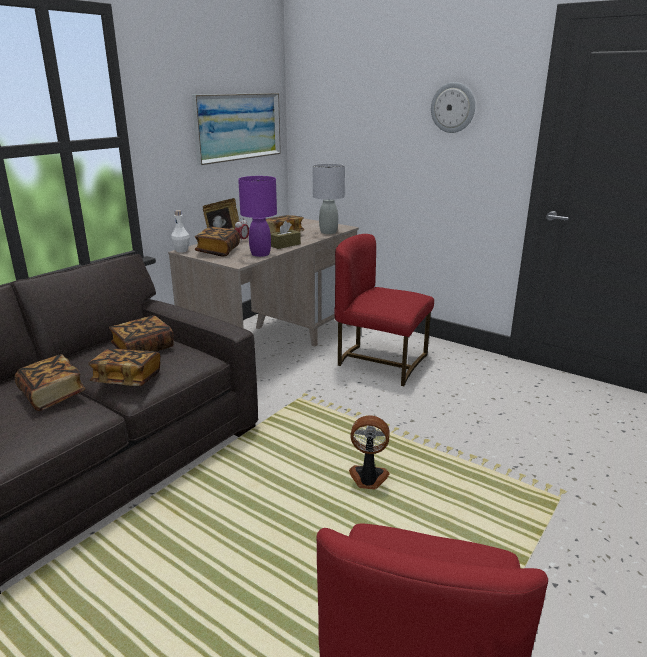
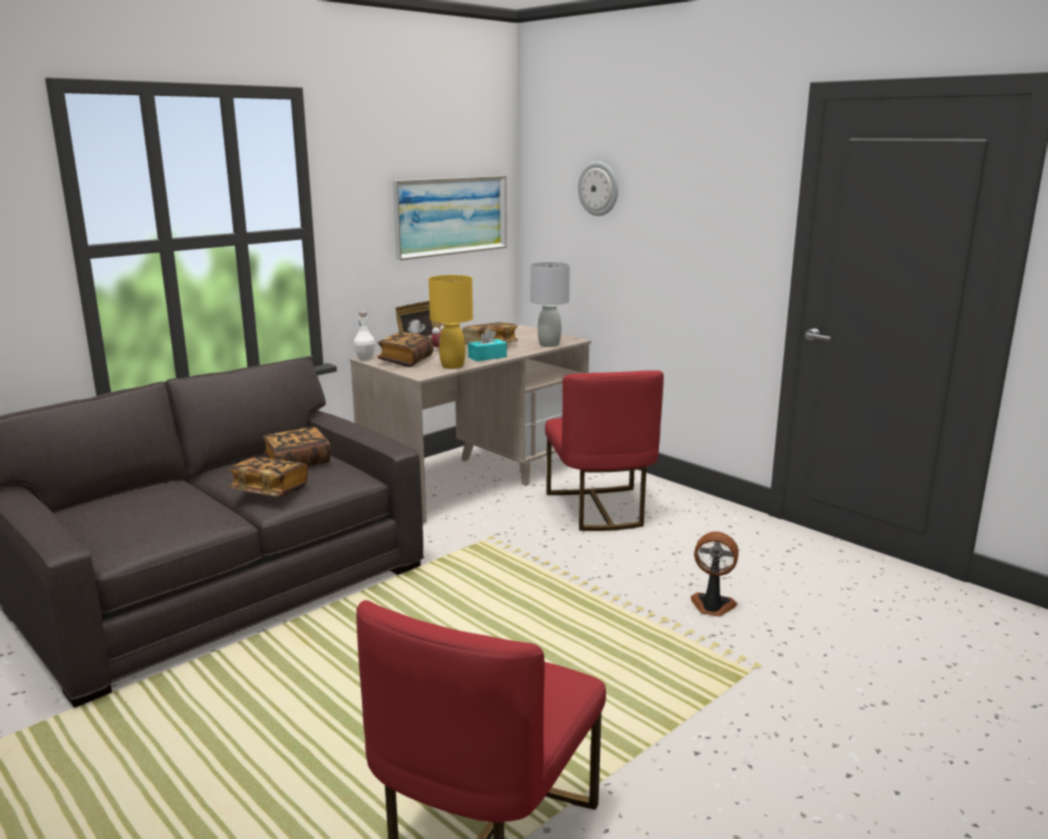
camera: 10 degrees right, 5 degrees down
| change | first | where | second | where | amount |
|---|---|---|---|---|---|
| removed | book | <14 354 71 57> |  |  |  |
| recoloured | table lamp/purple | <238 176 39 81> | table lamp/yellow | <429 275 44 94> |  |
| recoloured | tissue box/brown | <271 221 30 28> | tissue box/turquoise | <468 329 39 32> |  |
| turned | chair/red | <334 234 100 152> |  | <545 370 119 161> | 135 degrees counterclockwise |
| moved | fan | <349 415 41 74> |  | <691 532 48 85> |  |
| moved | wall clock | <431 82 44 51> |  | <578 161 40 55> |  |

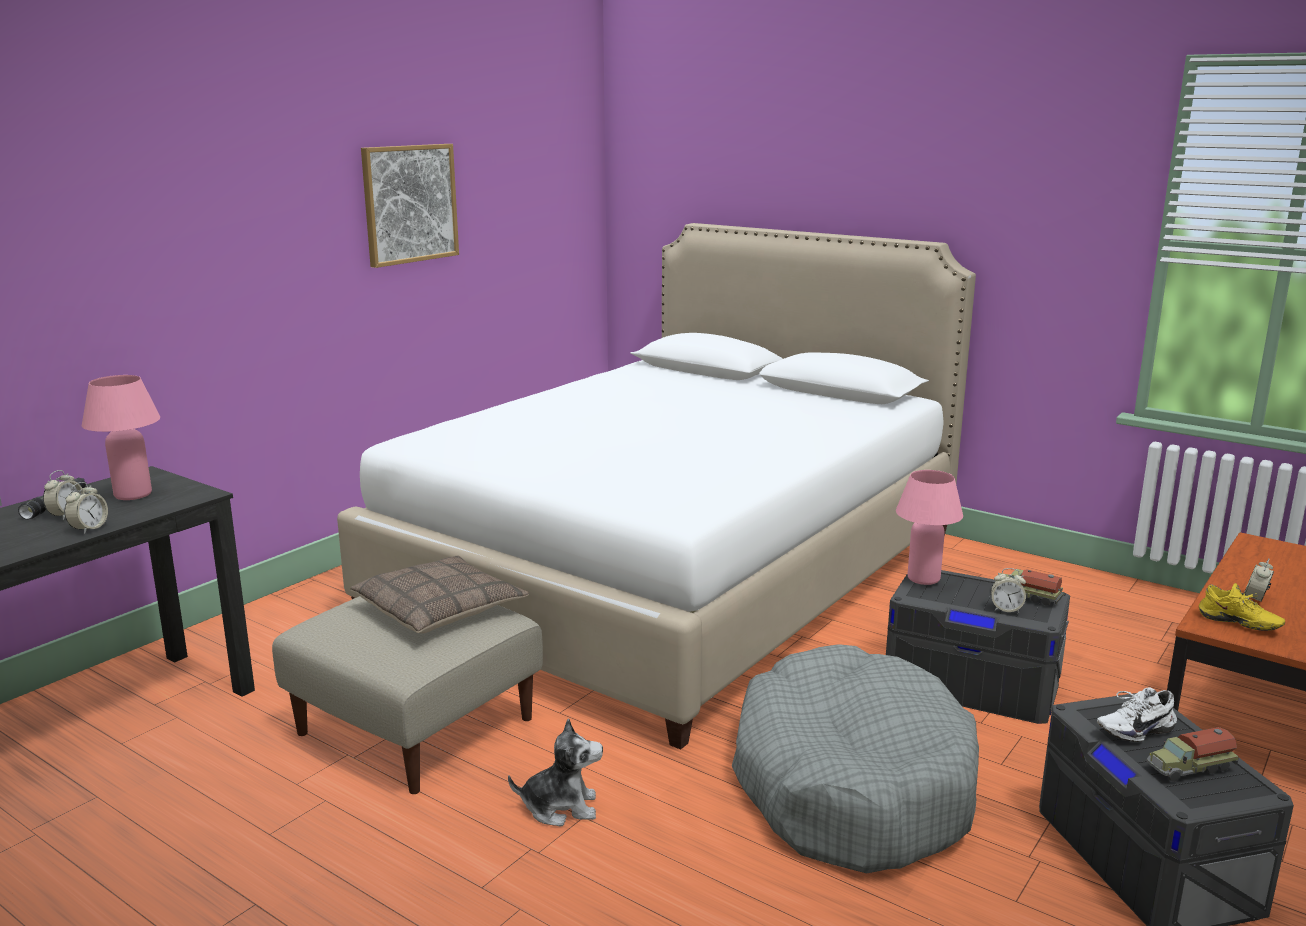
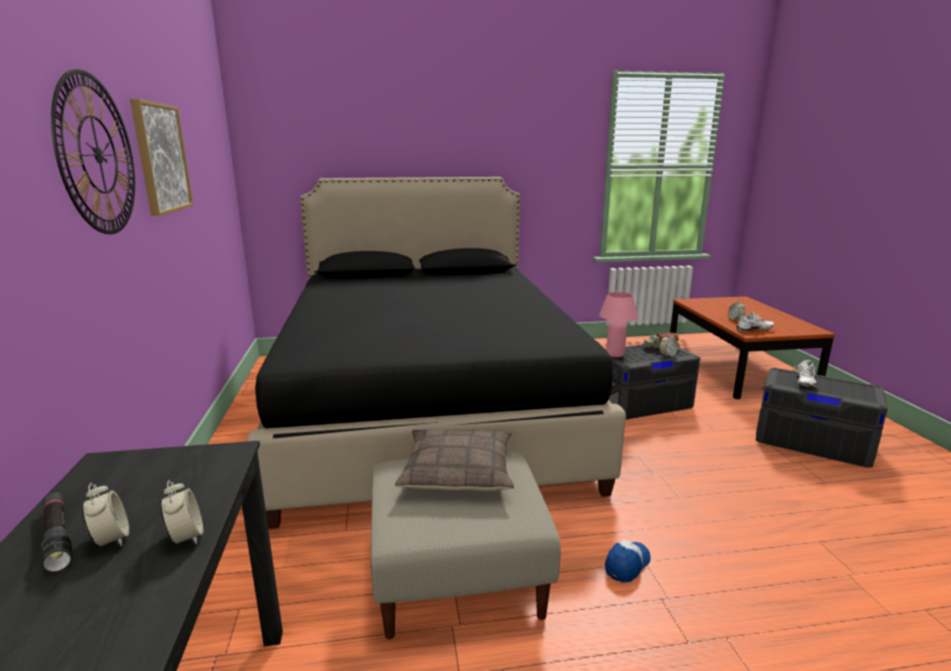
camera: 45 degrees left, 0 degrees up
| change | first | where | second | where | amount |
|---|---|---|---|---|---|
| removed | table lamp/pink | <82 375 78 125> |  |  |  |
| recoloured | bed/white | <337 223 639 526> | bed/black | <246 177 380 352> |  |
| replaced | plush toy | <508 718 95 108> | cap | <605 540 46 43> |  |
| removed | dog bed/grey | <732 644 247 229> |  |  |  |
| removed | toy truck | <1146 727 93 55> |  |  |  |
| recoloured | shoe/yellow | <1199 583 86 48> | shoe/white | <737 311 37 20> |  |
| added |  |  | wall clock | <51 69 84 165> |  |

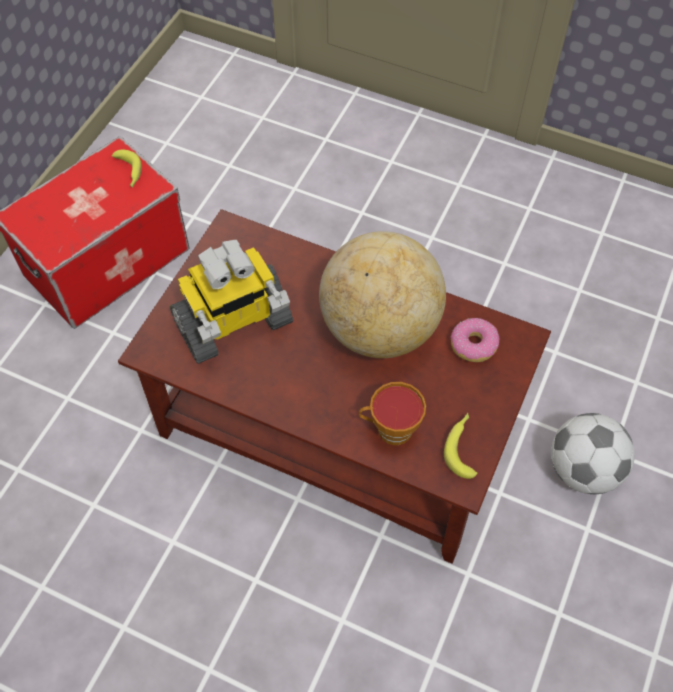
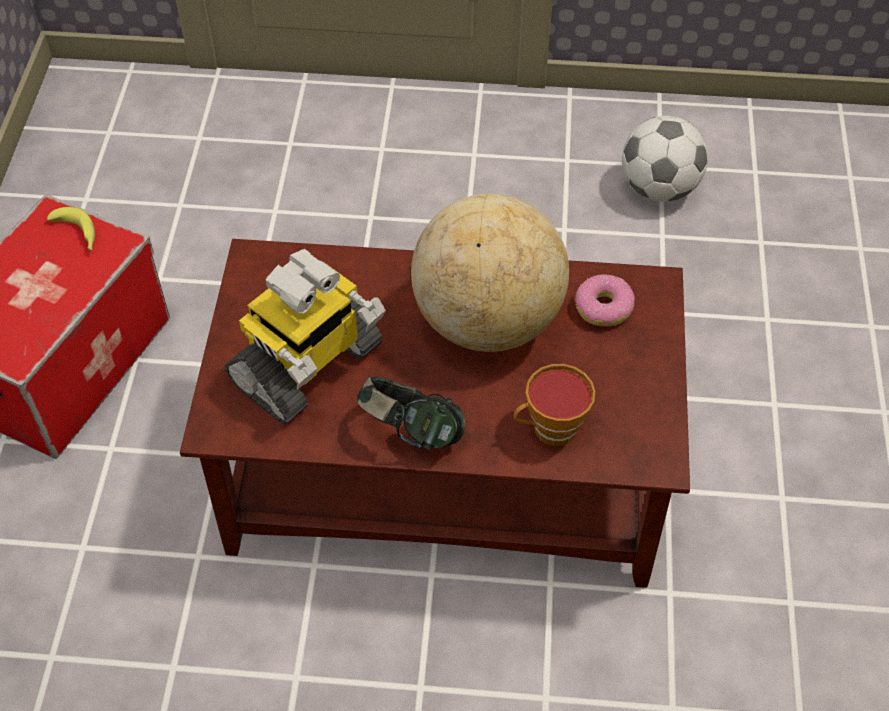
camera: 20 degrees left, 5 degrees down
| change | first | where | second | where | amount |
|---|---|---|---|---|---|
| removed | banana | <444 413 34 66> |  |  |  |
| moved | football | <551 413 84 81> |  | <622 116 86 86> |  |
| added |  |  | headphones | <357 376 108 74> |  |

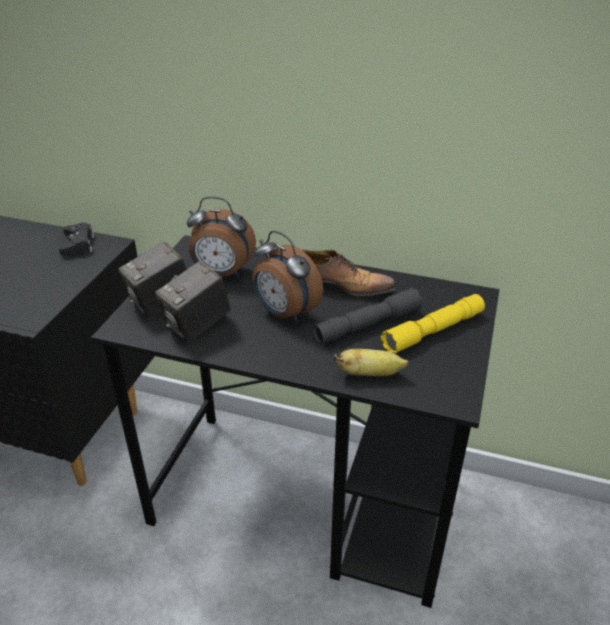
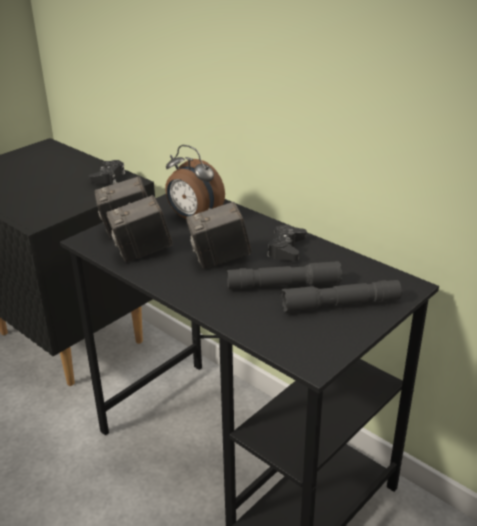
camera: 25 degrees right, 5 degrees down
| change | first | where | second | where | amount |
|---|---|---|---|---|---|
| replaced | alarm clock | <252 230 71 93> | photo camera | <186 201 65 68> |  |
| replaced | shoe | <302 250 94 46> | game controller/black | <267 225 40 36> |  |
| removed | banana | <334 349 75 27> |  |  |  |
| recoloured | flashlight/yellow | <381 294 104 60> | flashlight/grey | <281 280 121 33> |  |

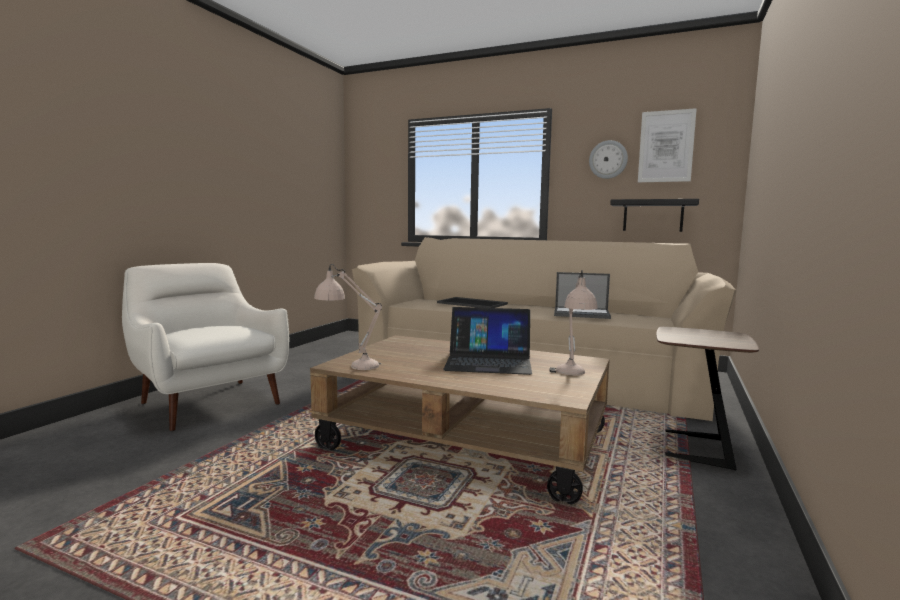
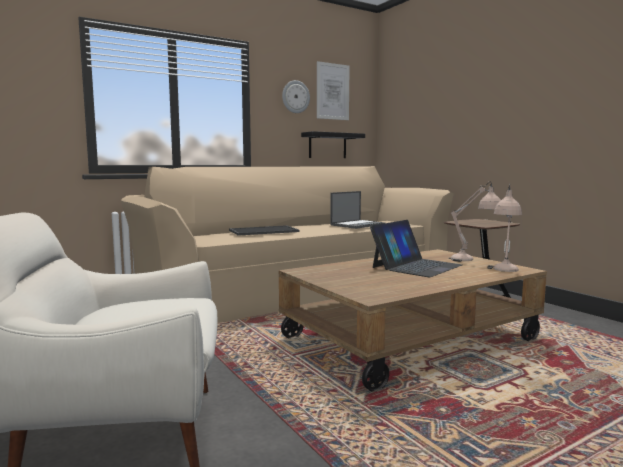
camera: 55 degrees left, 0 degrees up
| change | first | where | second | where | amount |
|---|---|---|---|---|---|
| moved | table lamp/beige | <314 264 68 106> |  | <487 184 35 88> |  |

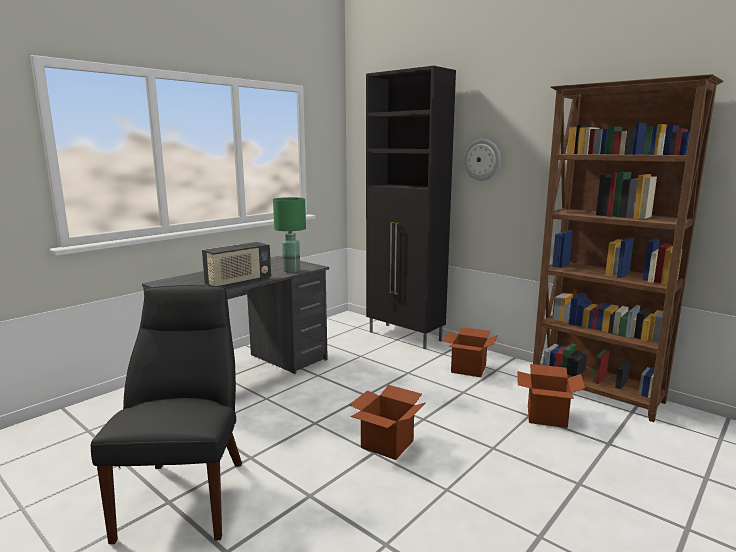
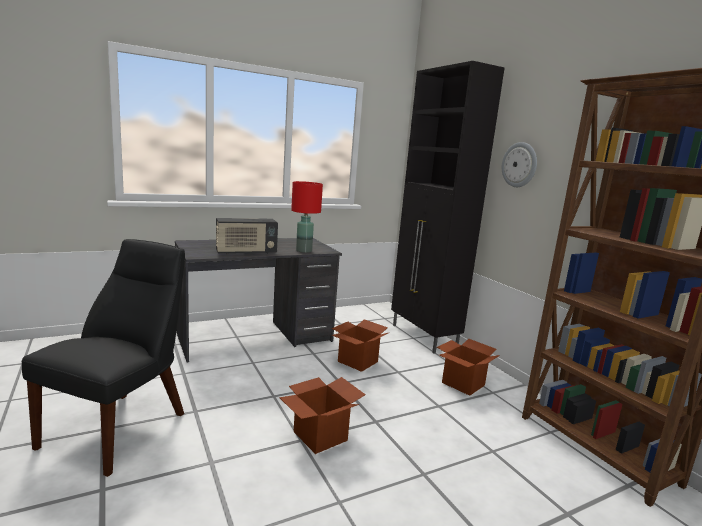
camera: 20 degrees right, 0 degrees up
| change | first | where | second | where | amount |
|---|---|---|---|---|---|
| recoloured | table lamp/green | <273 197 33 76> | table lamp/red | <291 181 32 72> |  |
| moved | cardboard box | <517 364 68 64> |  | <332 319 56 53> |  |

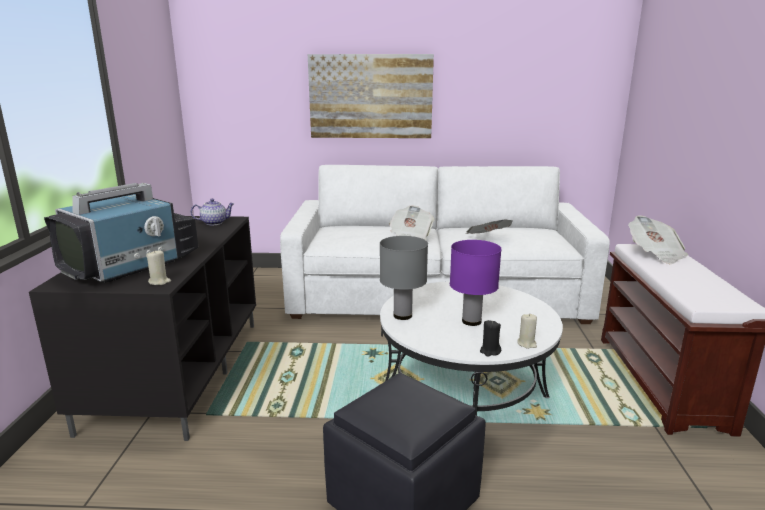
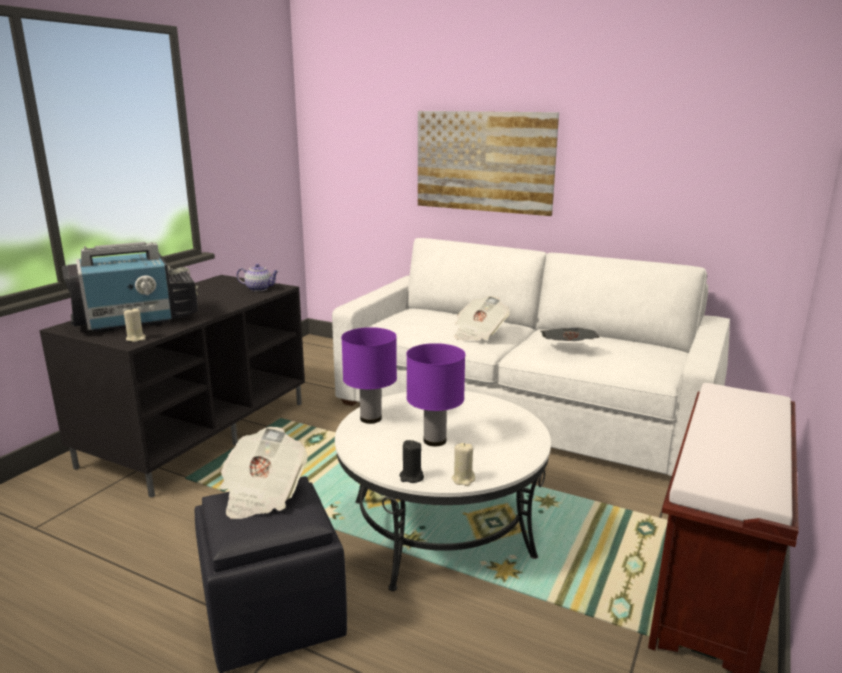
camera: 25 degrees right, 0 degrees up
| change | first | where | second | where | amount |
|---|---|---|---|---|---|
| recoloured | table lamp/grey | <380 236 48 84> | table lamp/purple | <341 327 56 97> |  |
| moved | newspaper | <628 215 60 49> |  | <220 427 88 92> |  |

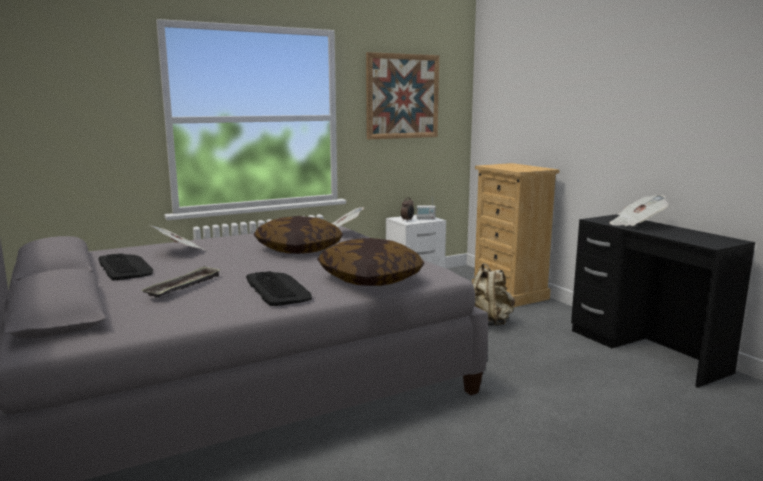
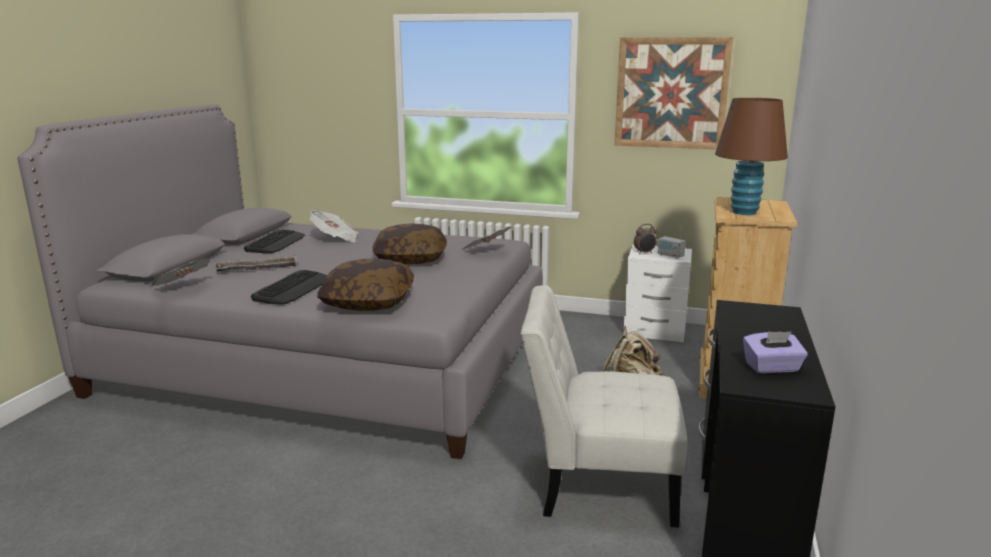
camera: 45 degrees right, 5 degrees up
| change | first | where | second | where | amount |
|---|---|---|---|---|---|
| moved | newspaper | <609 195 59 31> |  | <150 258 61 29> |  |
| added |  |  | chair/white | <521 285 167 243> |  |
| added |  |  | table lamp/brown | <715 98 73 117> |  |
| added |  |  | tissue box/purple | <743 332 65 41> |  |

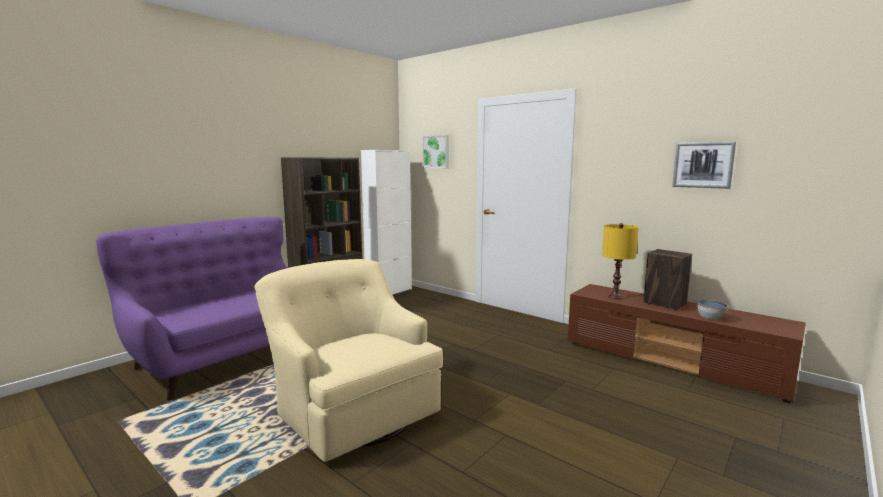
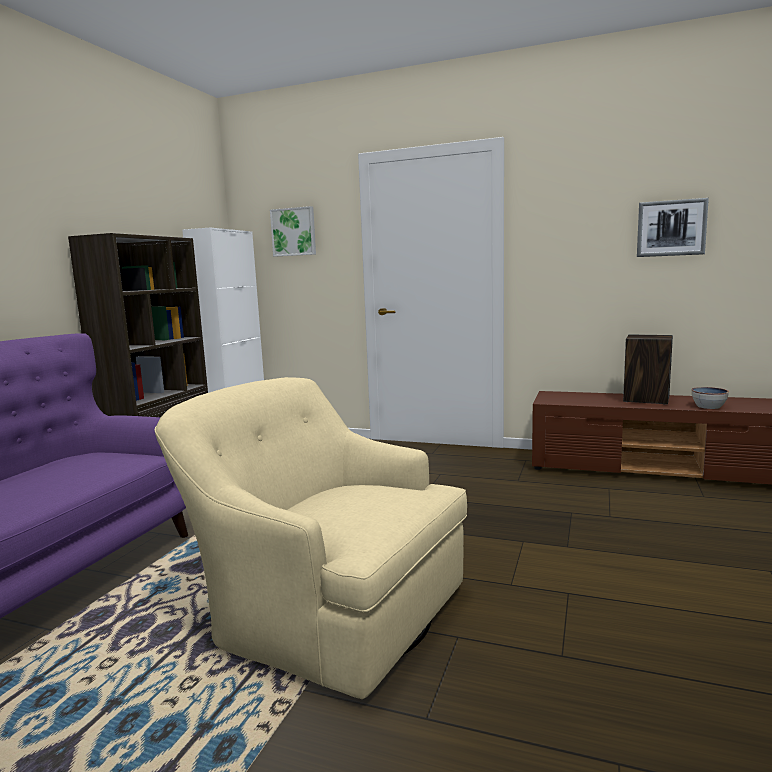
camera: 20 degrees left, 0 degrees up
| change | first | where | second | where | amount |
|---|---|---|---|---|---|
| removed | table lamp/yellow | <602 223 37 76> |  |  |  |

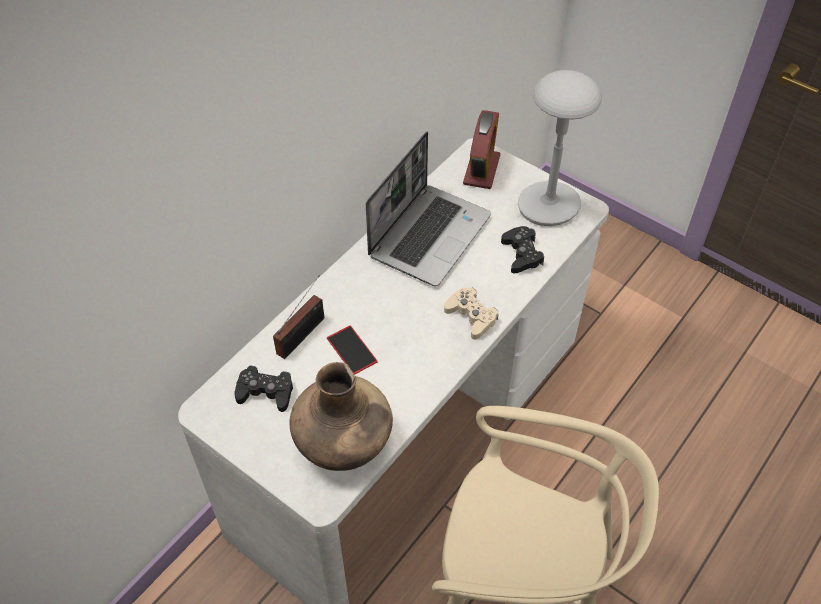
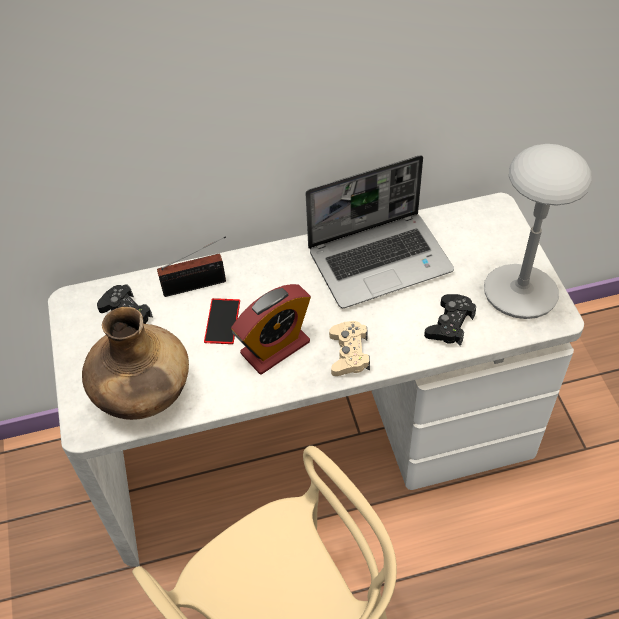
camera: 40 degrees right, 0 degrees up
| change | first | where | second | where | amount |
|---|---|---|---|---|---|
| moved | alarm clock | <463 110 37 79> |  | <231 284 80 90> |  |

